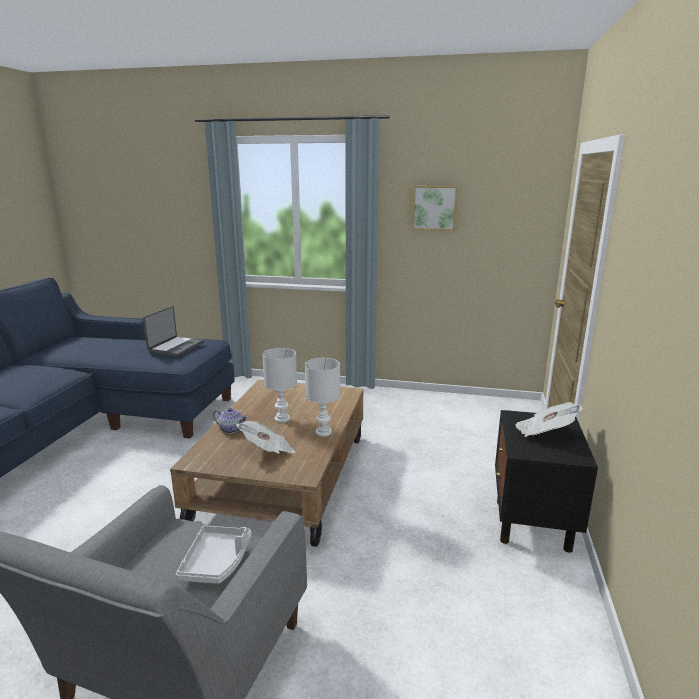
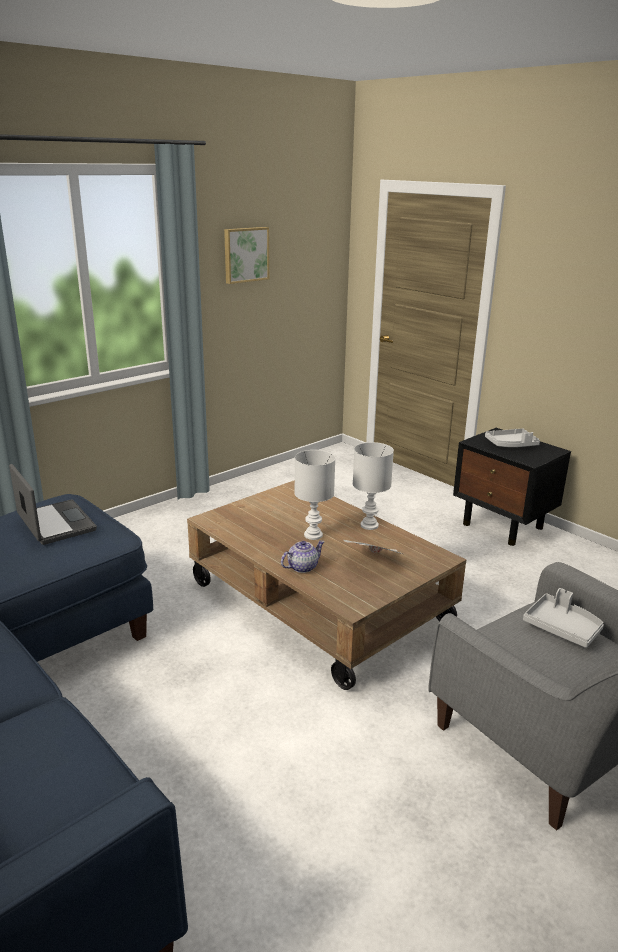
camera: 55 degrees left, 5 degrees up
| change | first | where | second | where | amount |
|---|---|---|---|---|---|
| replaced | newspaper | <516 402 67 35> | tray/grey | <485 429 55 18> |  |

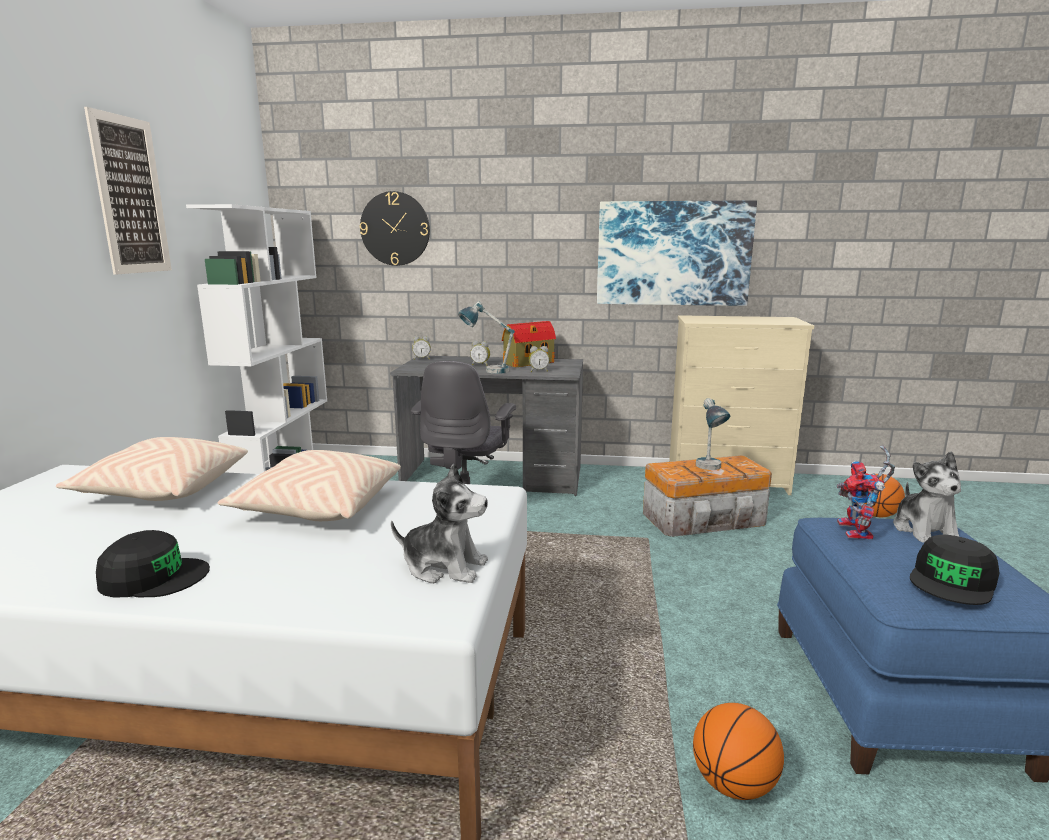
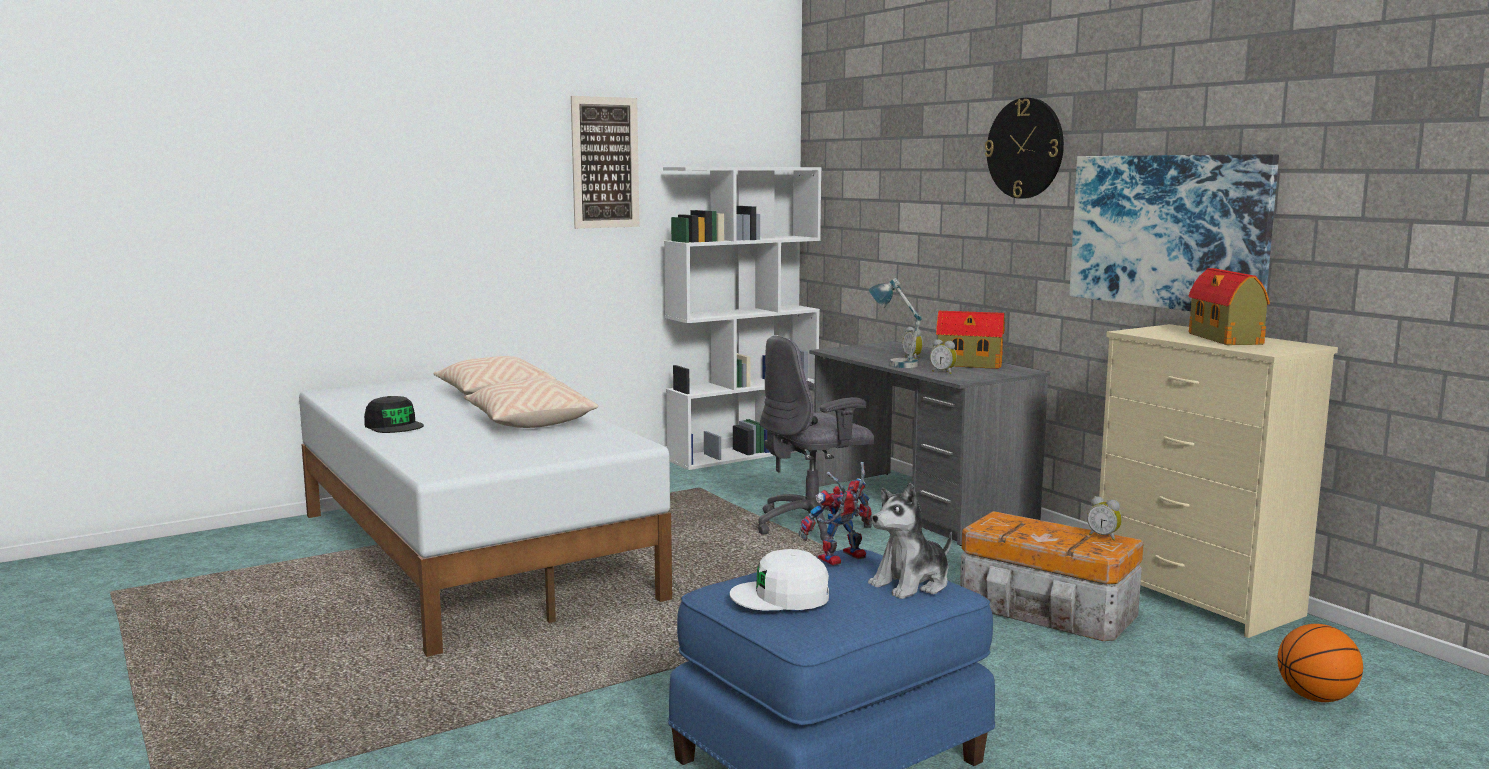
camera: 50 degrees right, 5 degrees down
| change | first | where | second | where | amount |
|---|---|---|---|---|---|
| moved | wall clock | <360 191 70 75> |  | <985 98 79 101> |  |
| removed | plush toy | <391 464 97 120> |  |  |  |
| moved | alarm clock | <412 336 19 24> |  | <1087 496 35 45> |  |
| removed | basketball | <693 703 91 97> |  |  |  |
| removed | table lamp | <696 398 34 72> |  |  |  |
| recoloured | cap/black | <910 534 90 71> | cap/white | <730 549 99 61> |  |
| added |  |  | toy house | <1189 268 81 77> |  |

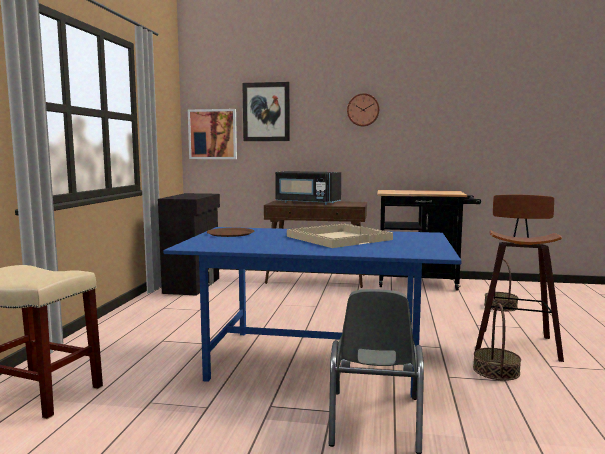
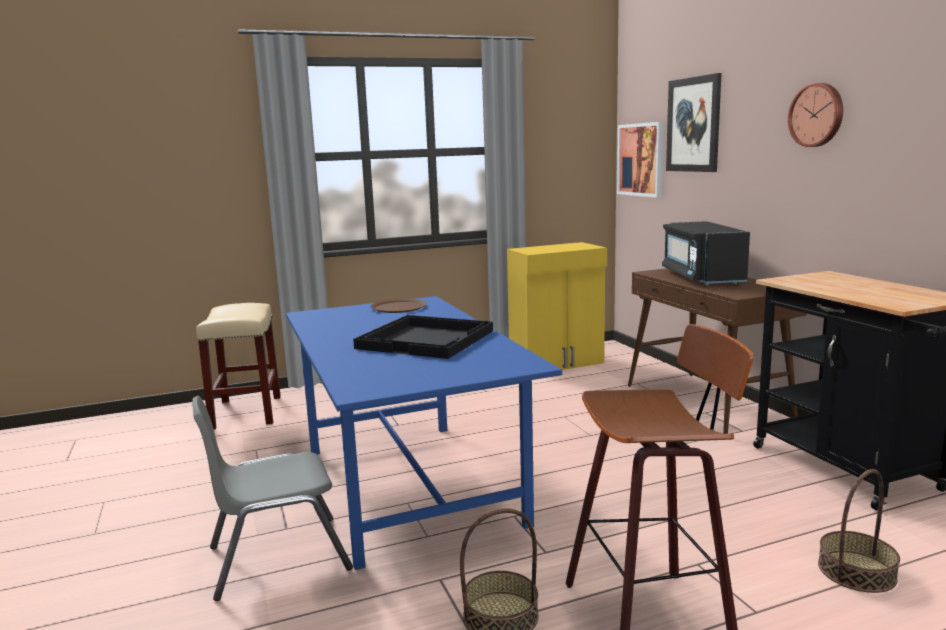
camera: 60 degrees right, 5 degrees up
| change | first | where | second | where | amount |
|---|---|---|---|---|---|
| recoloured | cabinet/black | <158 193 62 103> | cabinet/yellow | <507 242 100 128> |  |
| recoloured | tray/beige | <287 224 106 24> | tray/black | <353 315 140 44> |  |

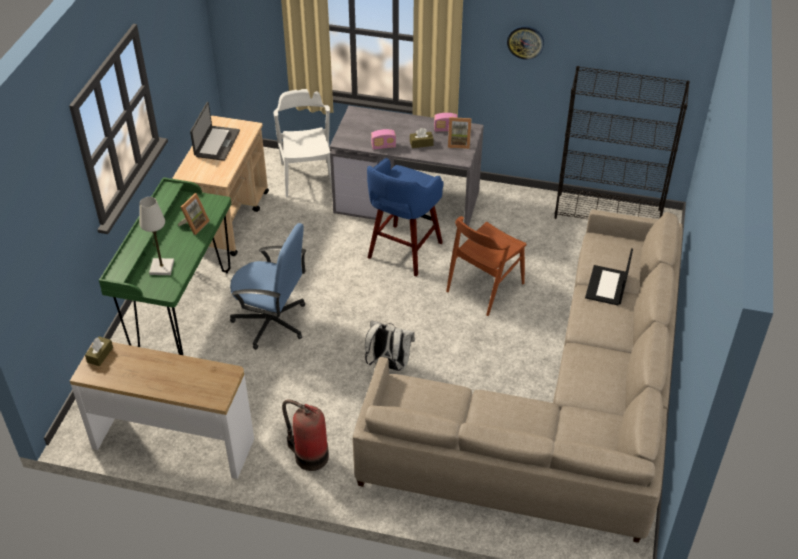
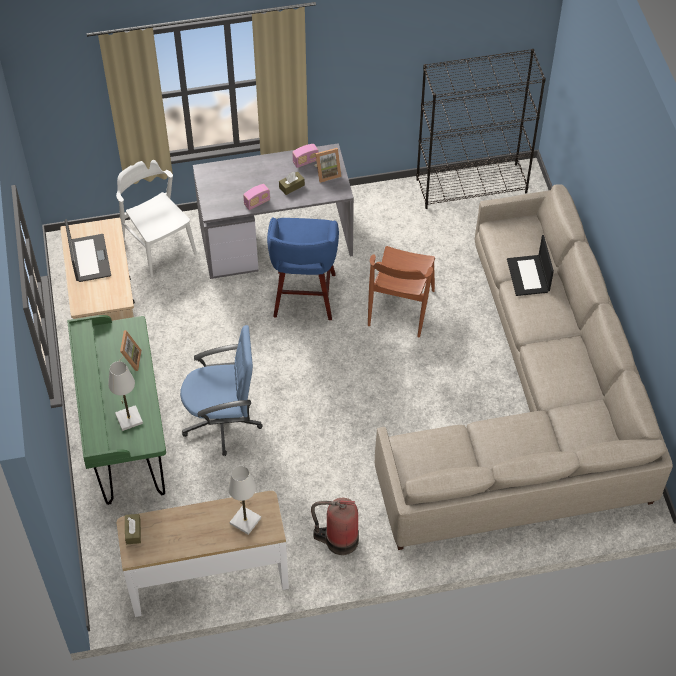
camera: 25 degrees left, 10 degrees up
| change | first | where | second | where | amount |
|---|---|---|---|---|---|
| removed | backpack/white | <365 320 50 51> |  |  |  |
| removed | wall clock | <507 26 37 34> |  |  |  |
| added |  |  | table lamp/white | <228 466 33 69> |  |

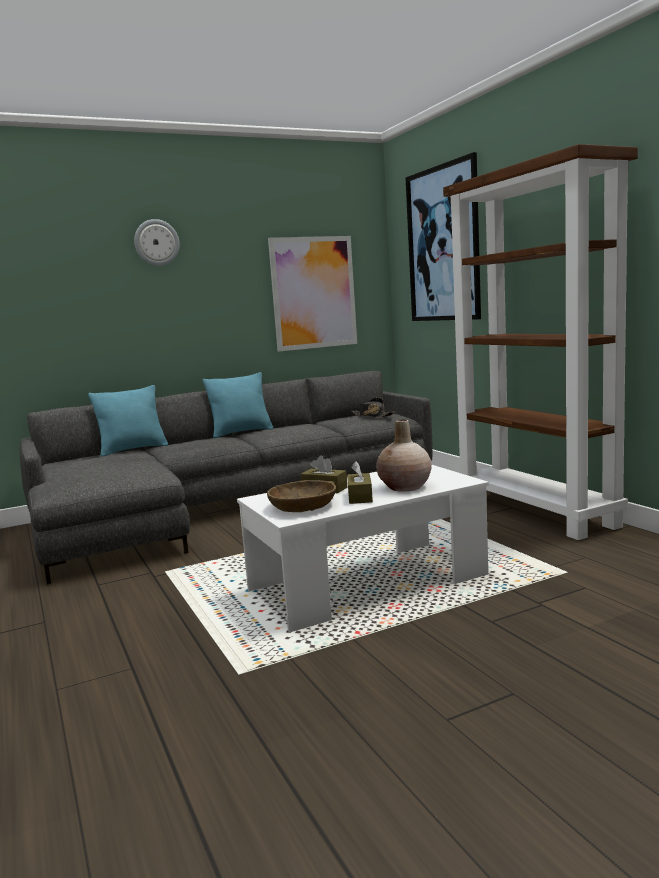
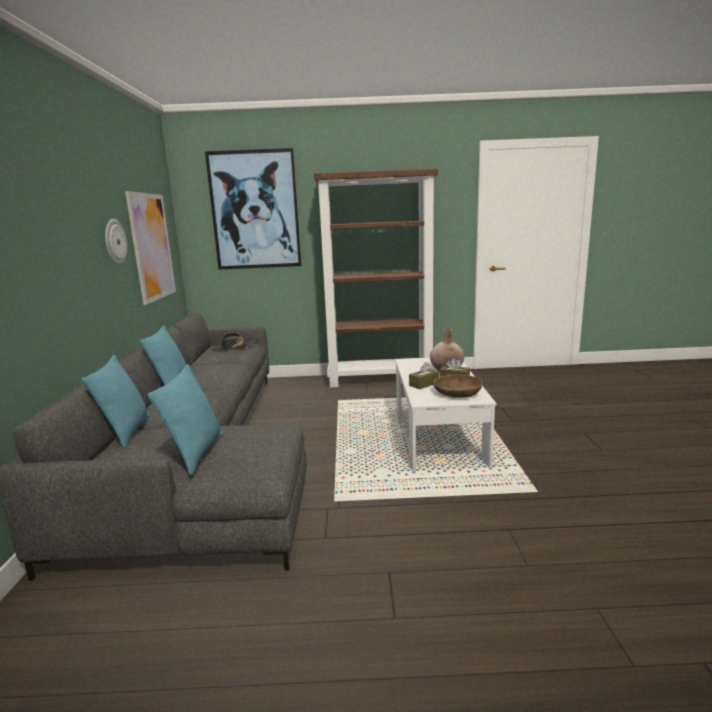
camera: 65 degrees left, 5 degrees up
| change | first | where | second | where | amount |
|---|---|---|---|---|---|
| moved | wall clock | <134 219 46 47> |  | <105 219 22 46> |  |
| added |  |  | pillow/turquoise | <148 364 75 111> |  |

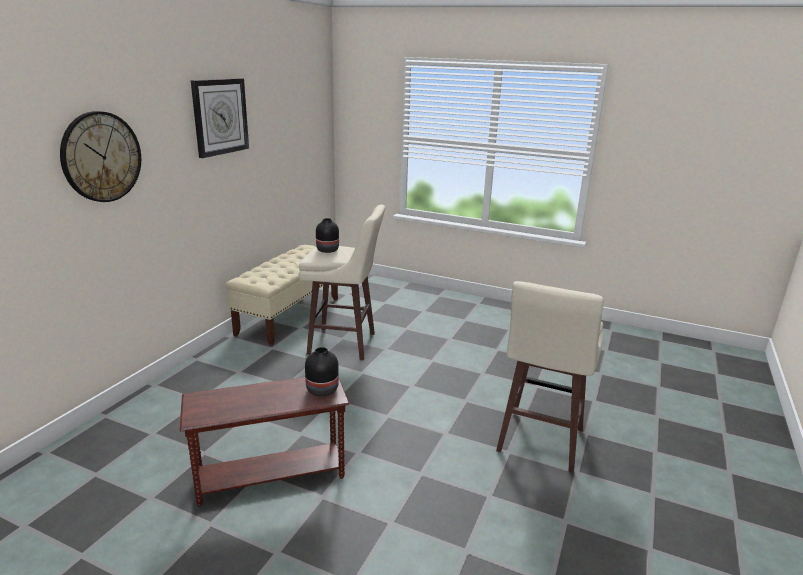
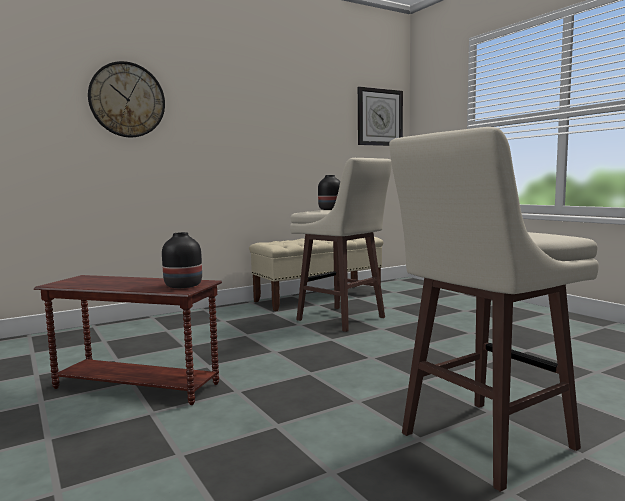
camera: 35 degrees right, 15 degrees down
| change | first | where | second | where | amount |
|---|---|---|---|---|---|
| moved | wall clock | <191 78 58 80> |  | <358 87 45 59> |  |

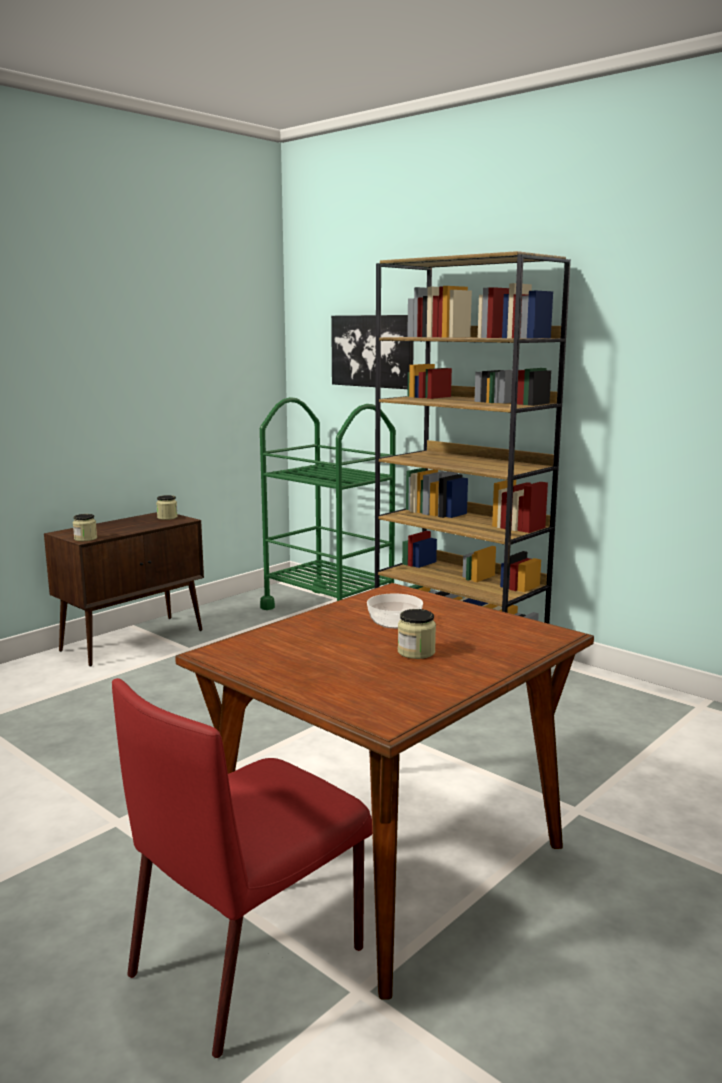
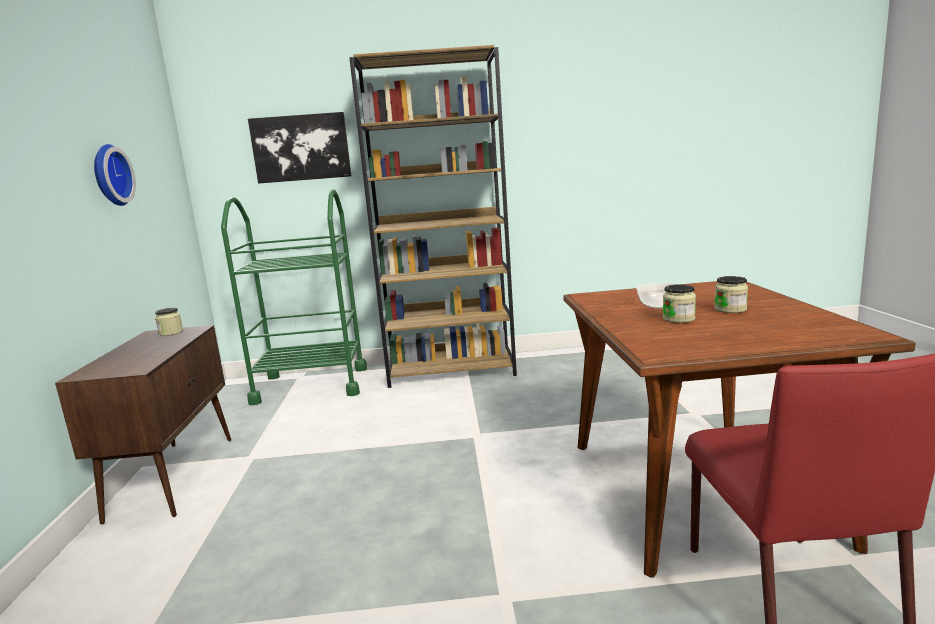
camera: 45 degrees left, 0 degrees up
| change | first | where | second | where | amount |
|---|---|---|---|---|---|
| moved | jar | <73 514 24 27> |  | <663 284 33 39> |  |
| added |  |  | wall clock | <94 144 42 62> |  |

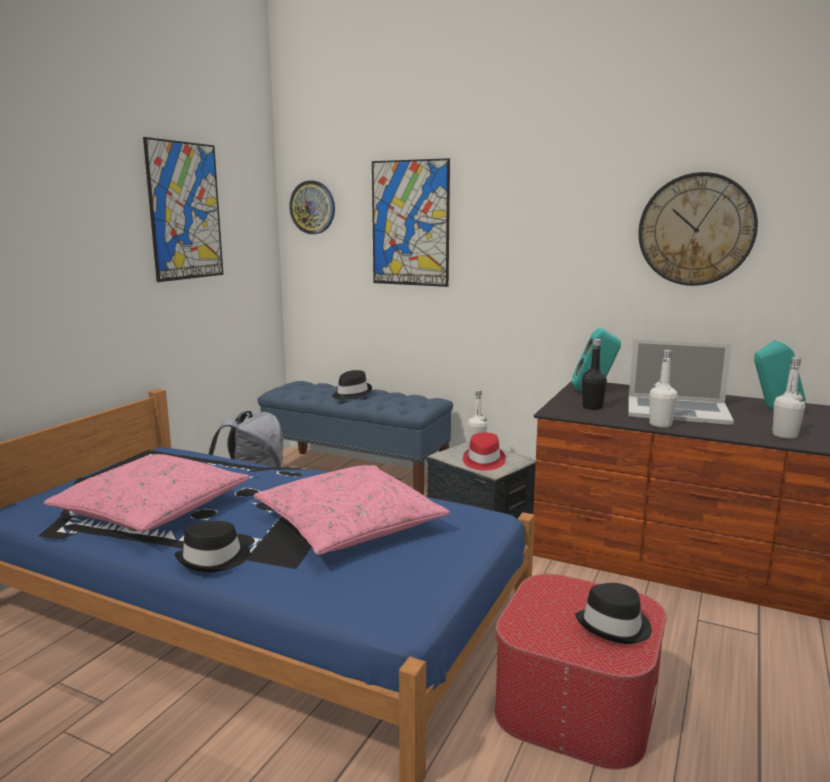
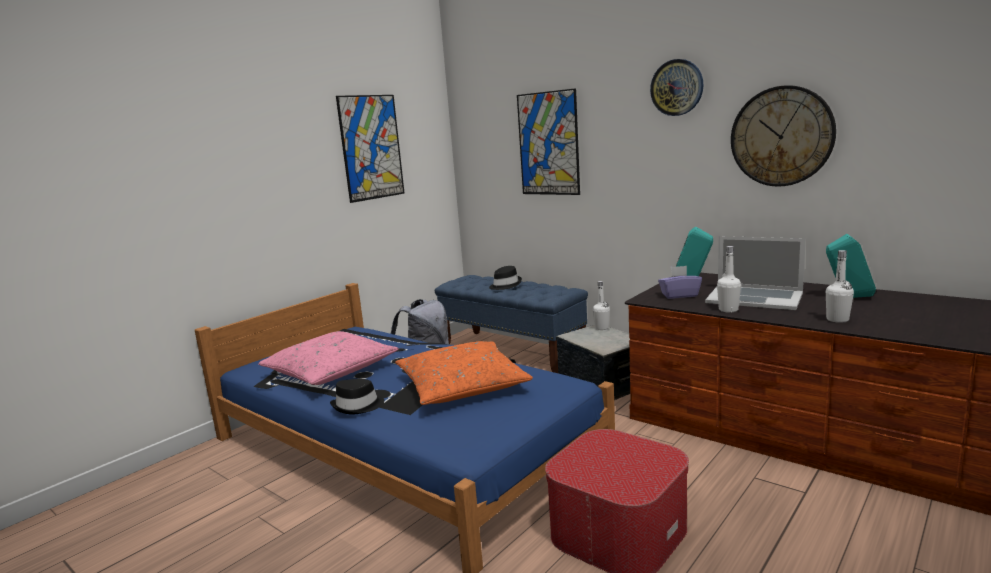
camera: 15 degrees right, 0 degrees up
| change | first | where | second | where | amount |
|---|---|---|---|---|---|
| recoloured | pillow/pink | <253 465 197 90> | pillow/orange | <395 341 138 64> |  |
| moved | wall clock | <289 180 46 54> |  | <650 59 54 57> |  |
| removed | hat/red | <463 433 43 37> |  |  |  |
| removed | hat/black | <575 583 77 61> |  |  |  |
| replaced | bottle/black | <582 339 25 71> | tissue box/purple | <658 266 44 33> |  |

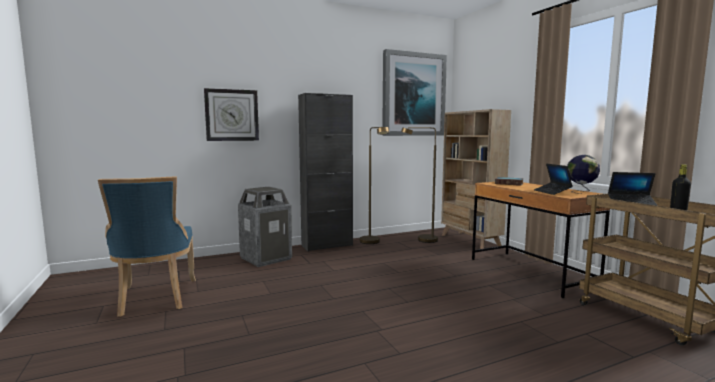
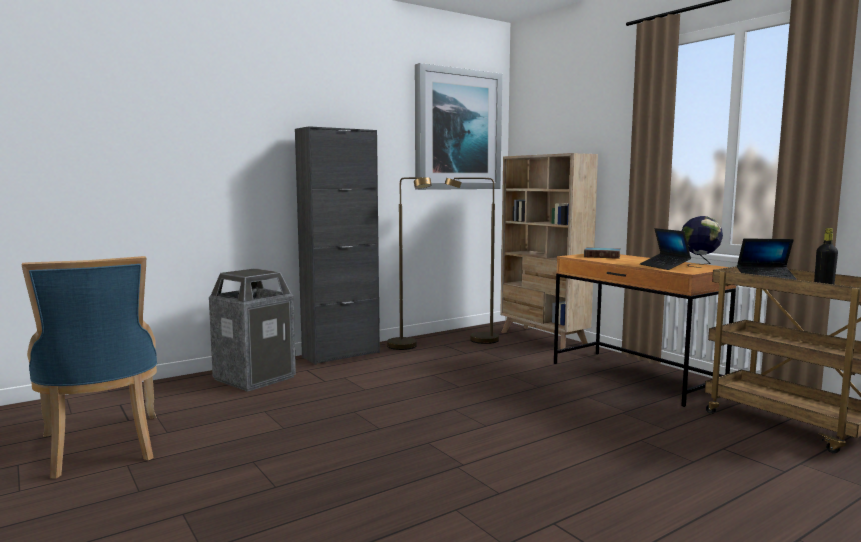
camera: 10 degrees left, 0 degrees up
| change | first | where | second | where | amount |
|---|---|---|---|---|---|
| removed | wall clock | <204 88 55 53> |  |  |  |

